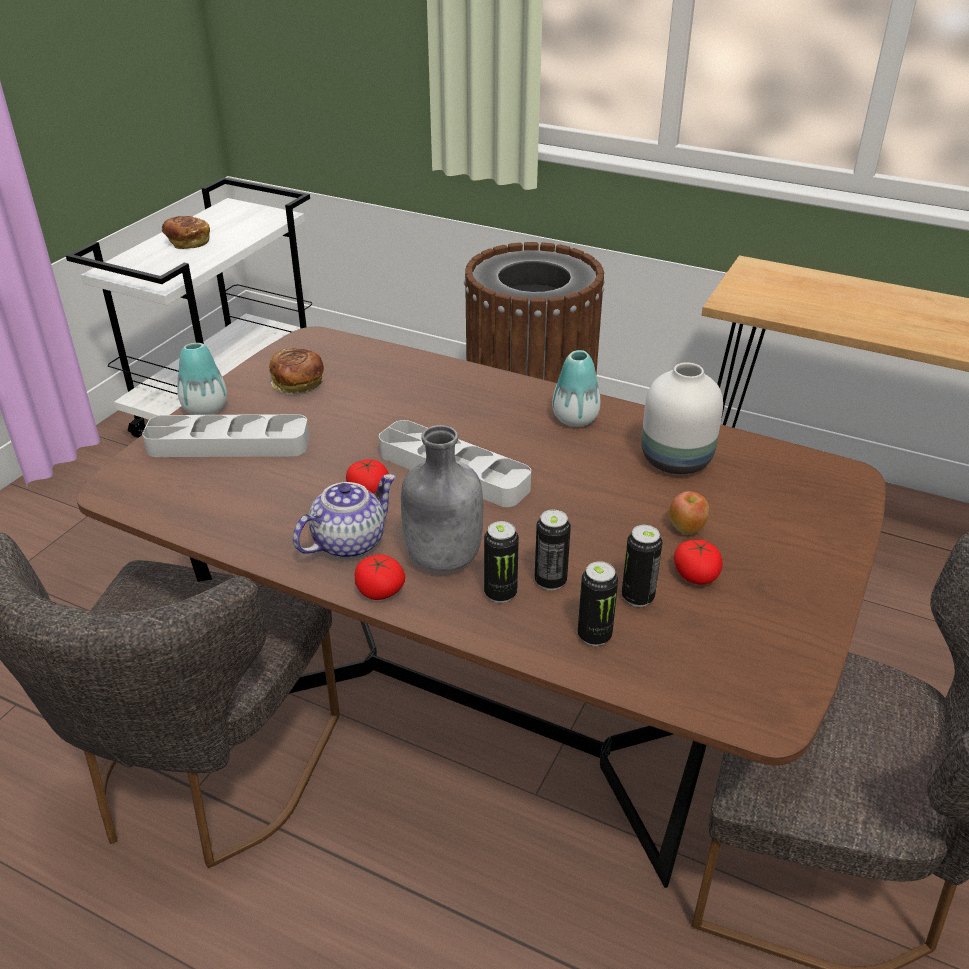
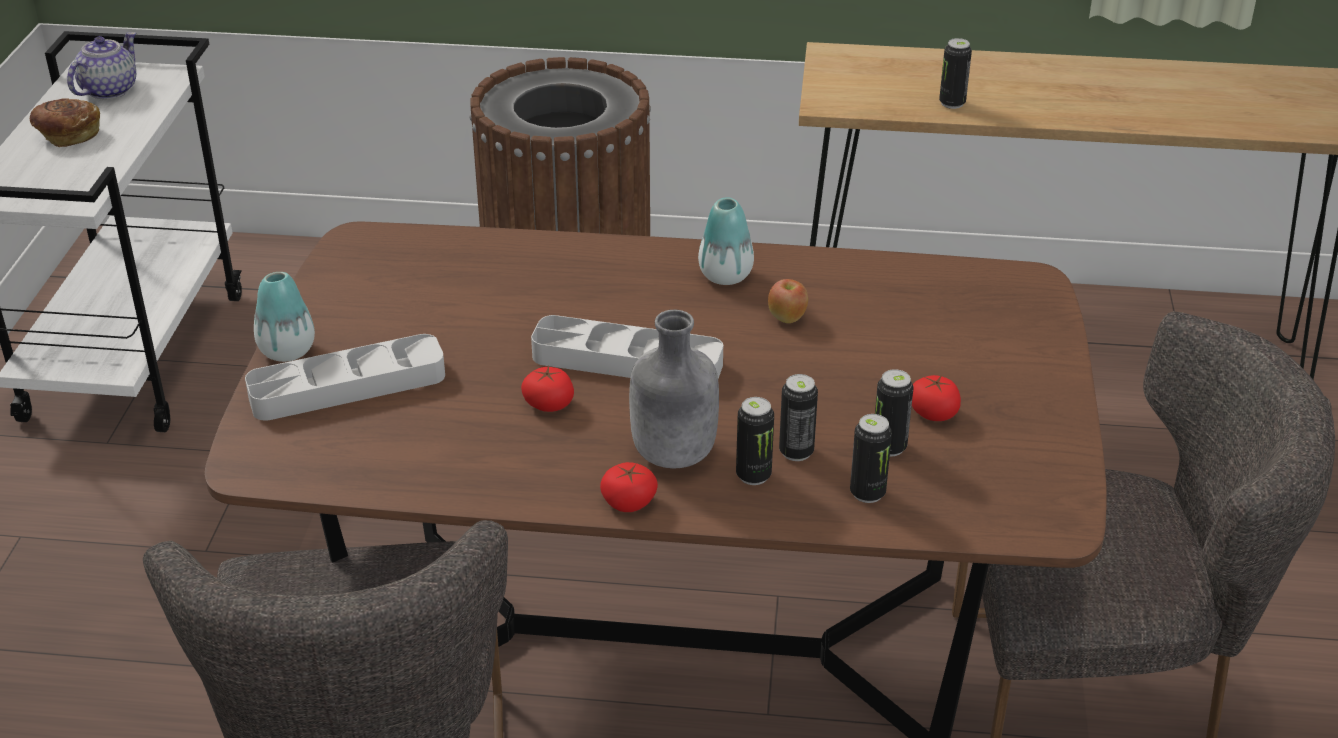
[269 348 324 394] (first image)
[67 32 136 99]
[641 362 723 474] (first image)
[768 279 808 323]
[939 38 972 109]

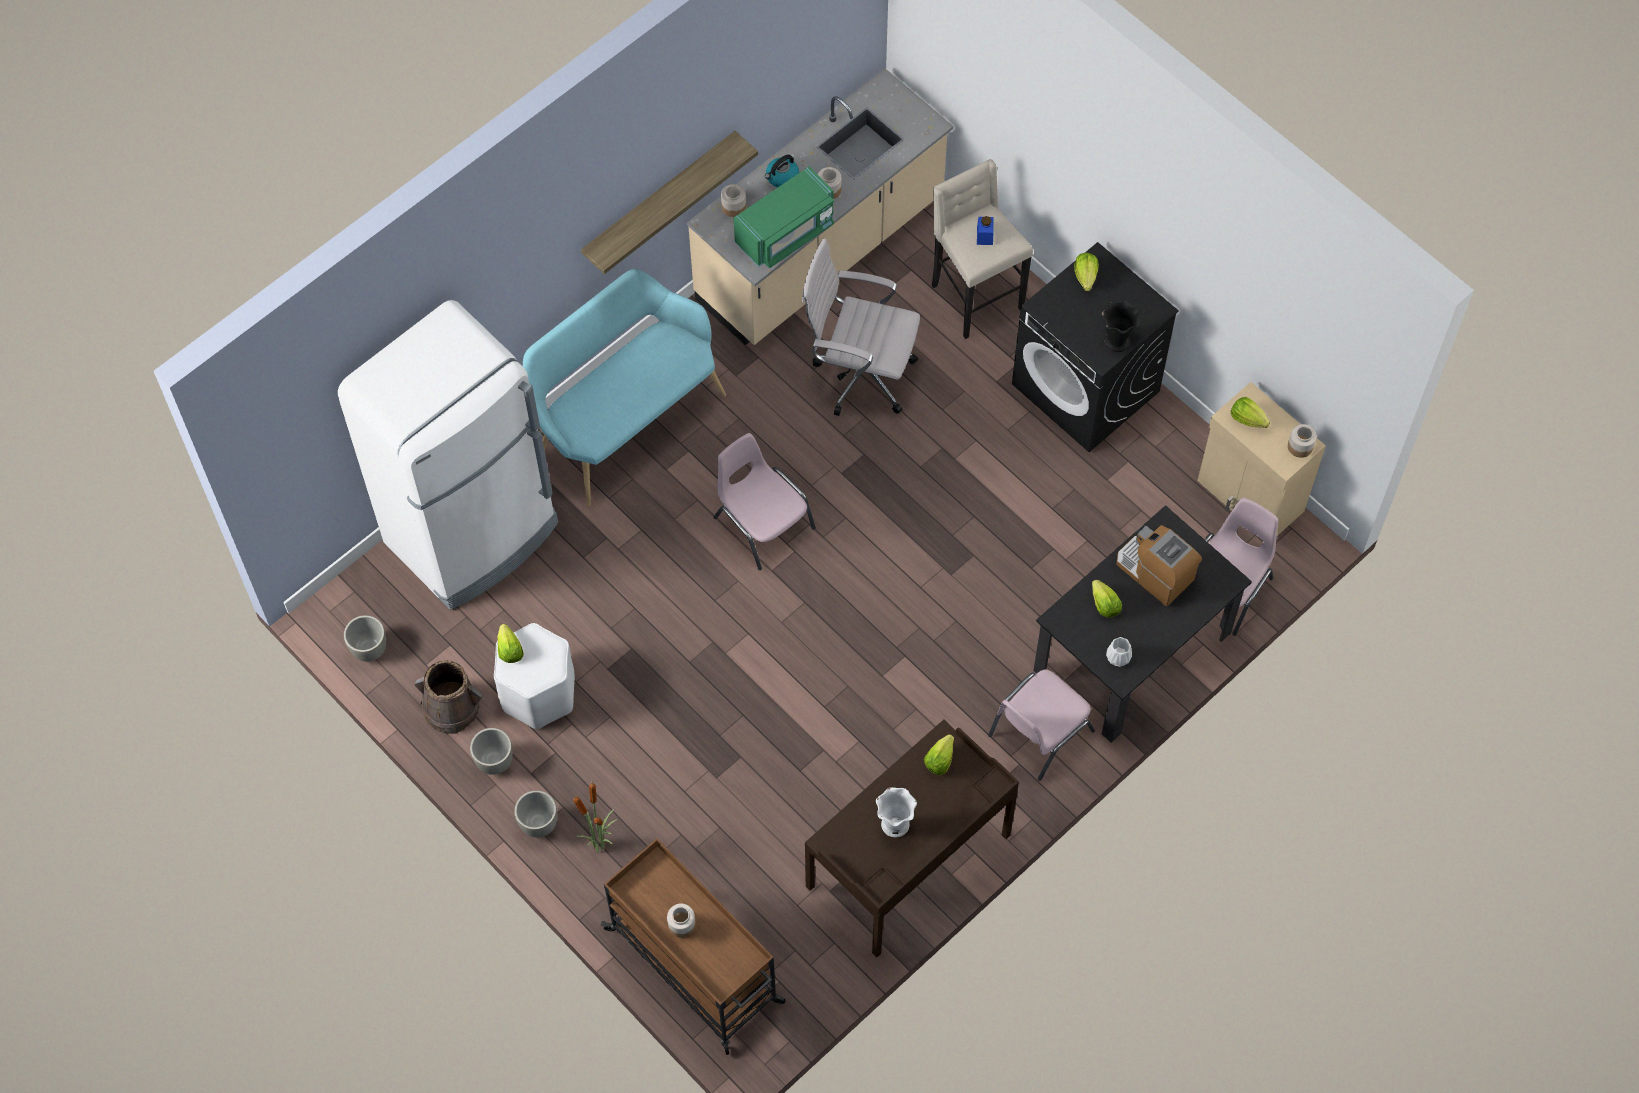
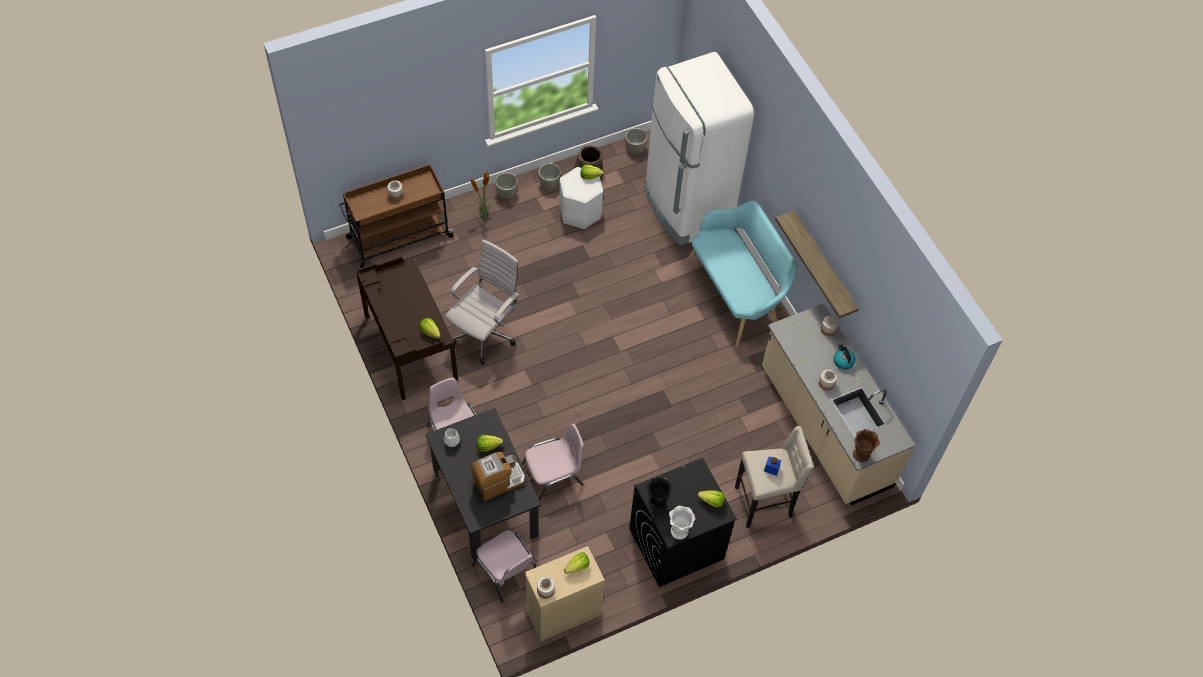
[522 423 584 501]
[734 166 834 268] (first image)
[445 239 520 365]
[669 506 696 540]
[853 429 880 462]

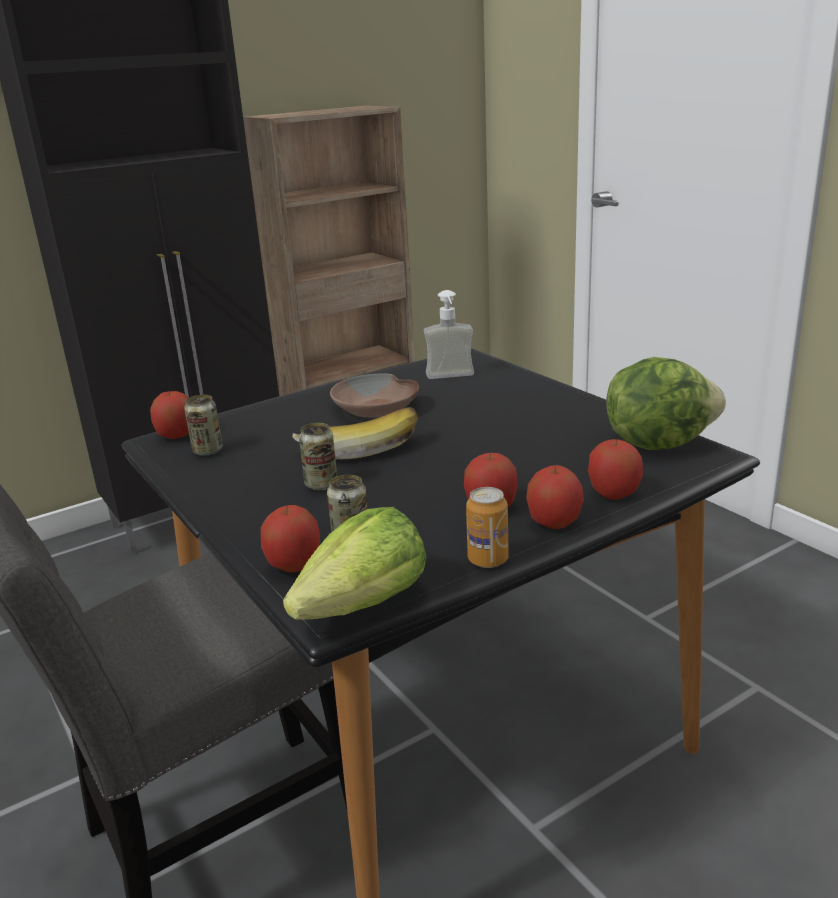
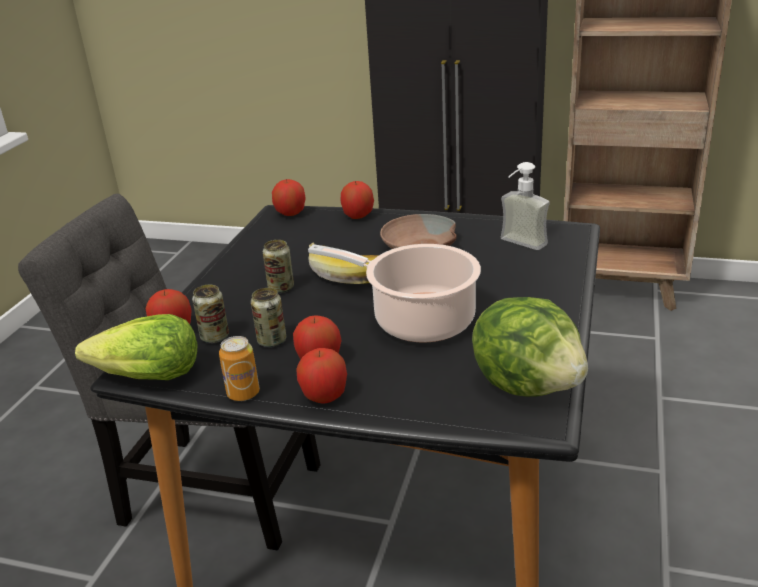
[251 288 286 347]
[341 181 374 219]
[308 244 481 343]

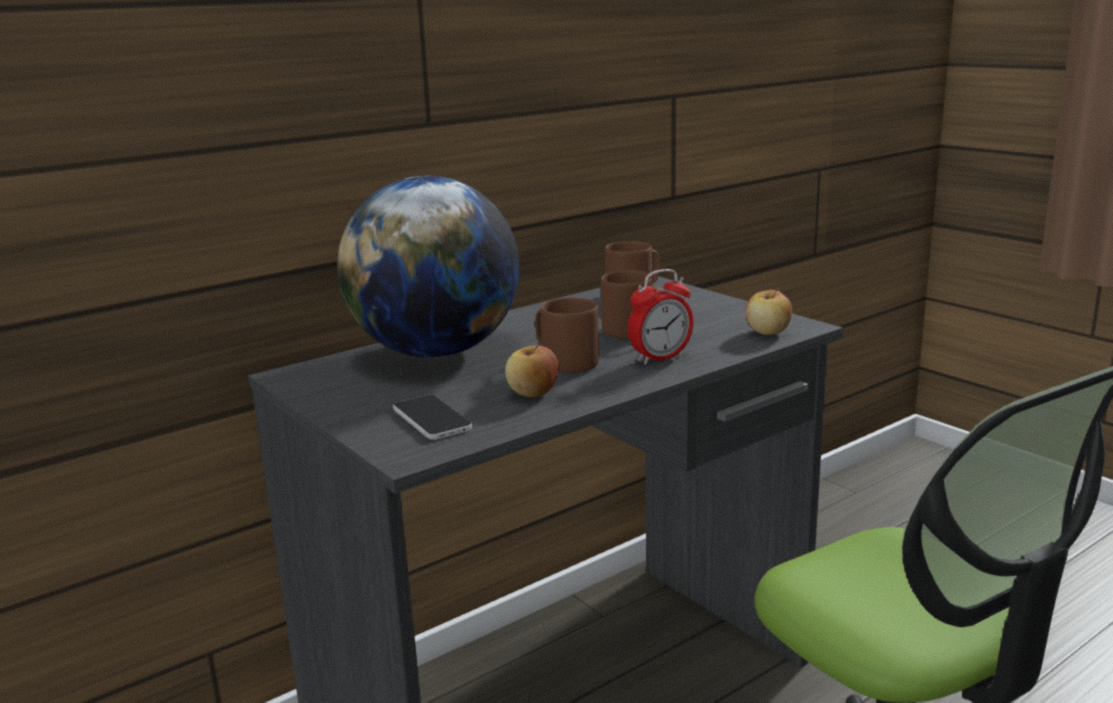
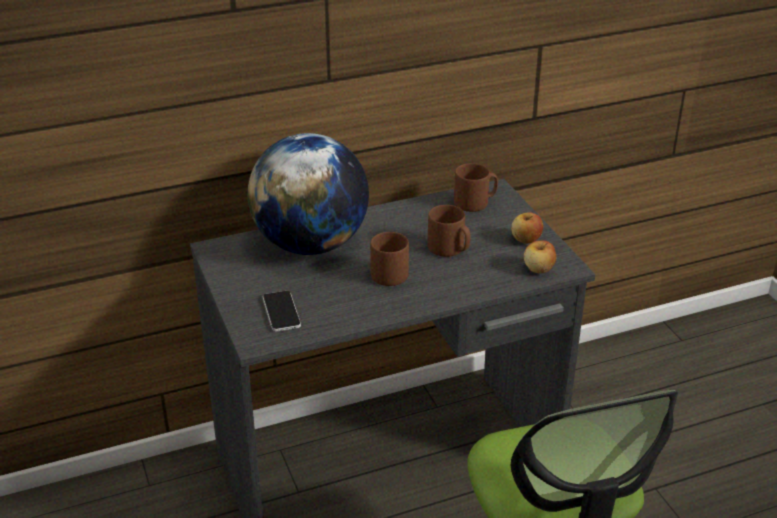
[511 212 543 244]
[628 269 694 365] (first image)

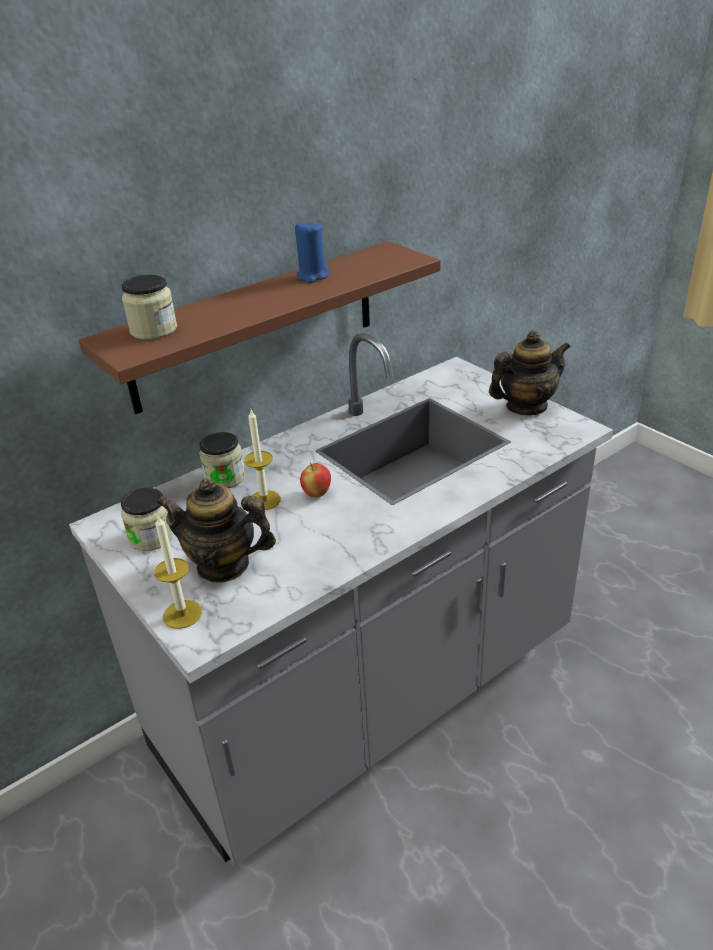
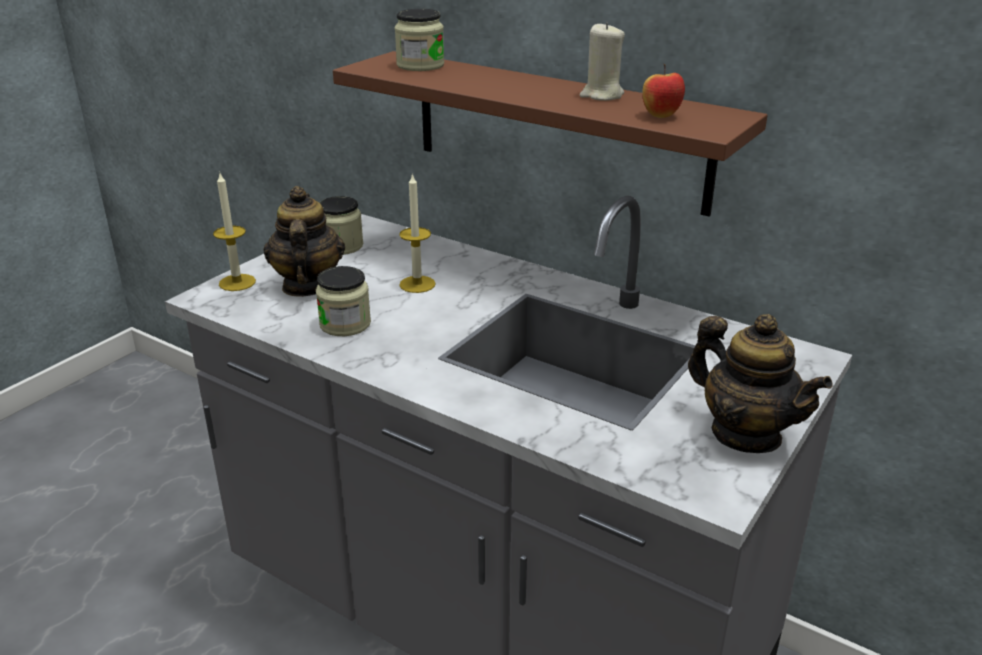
[316 266 371 336]
[580 22 625 101]
[642 64 685 118]

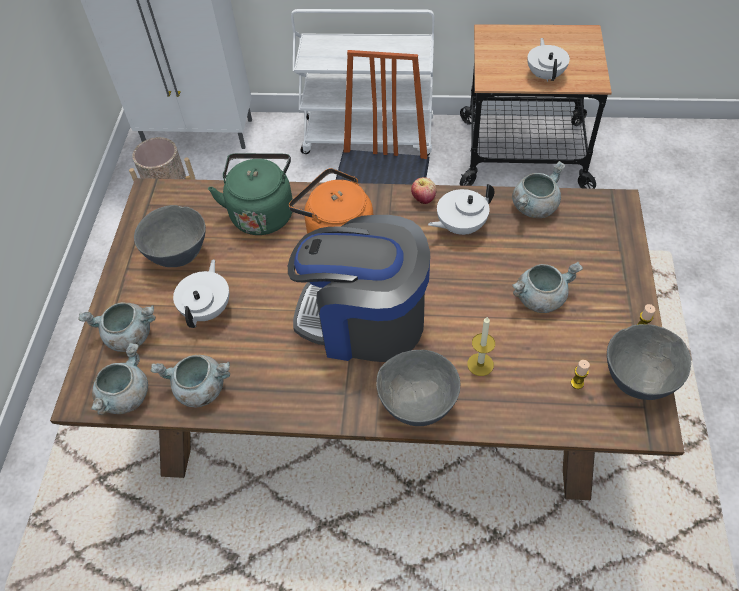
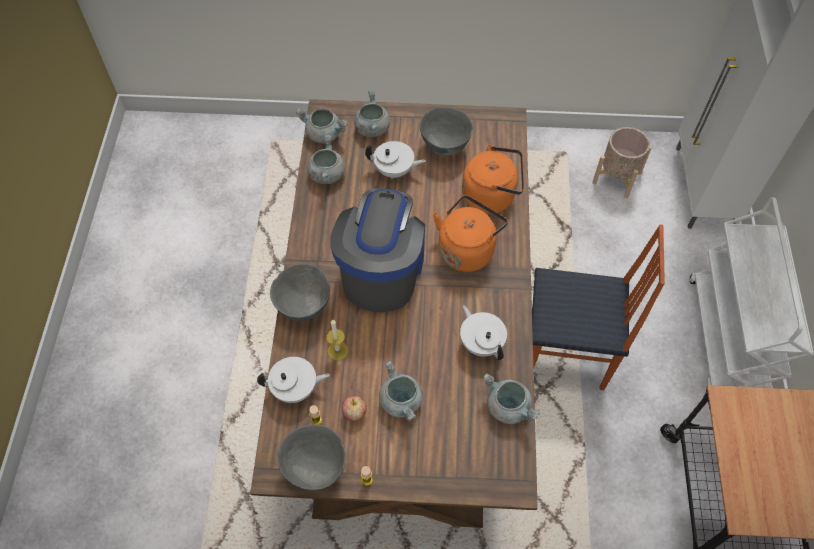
[462 144 524 214]
[342 395 367 421]
[257 357 330 403]

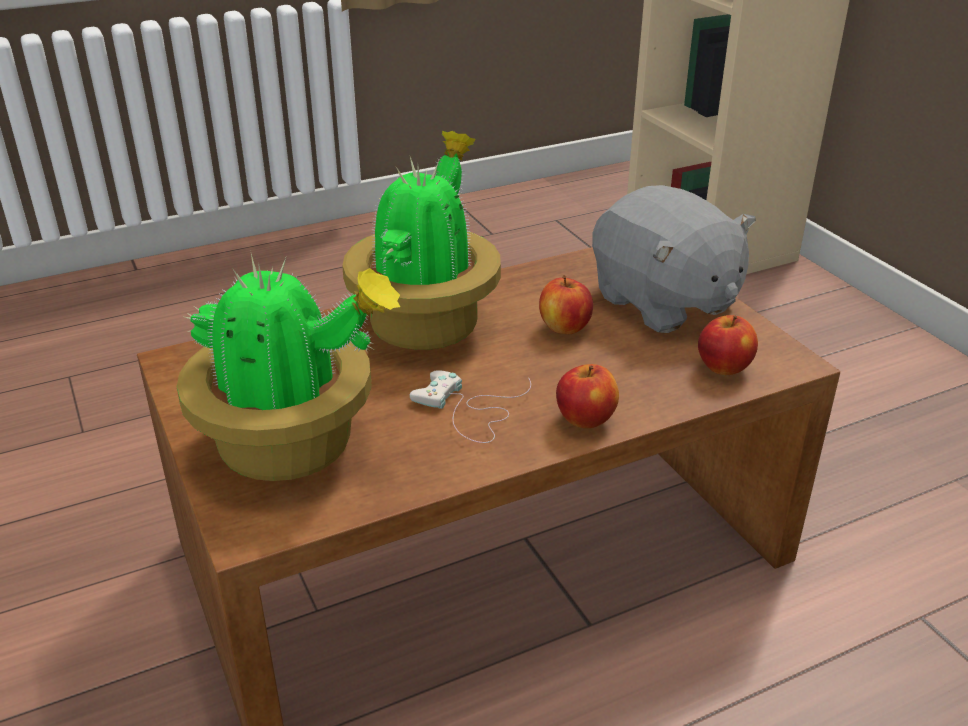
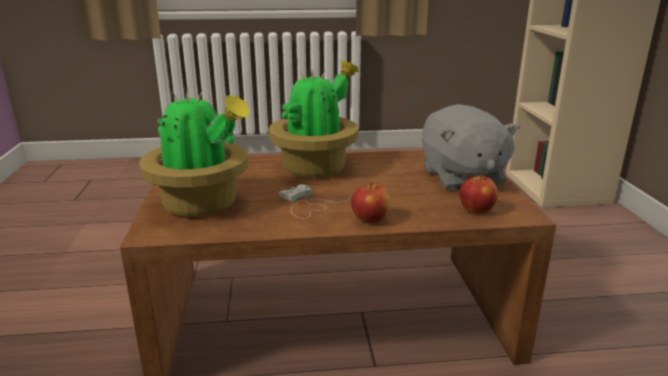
[539 275 593 334] (first image)

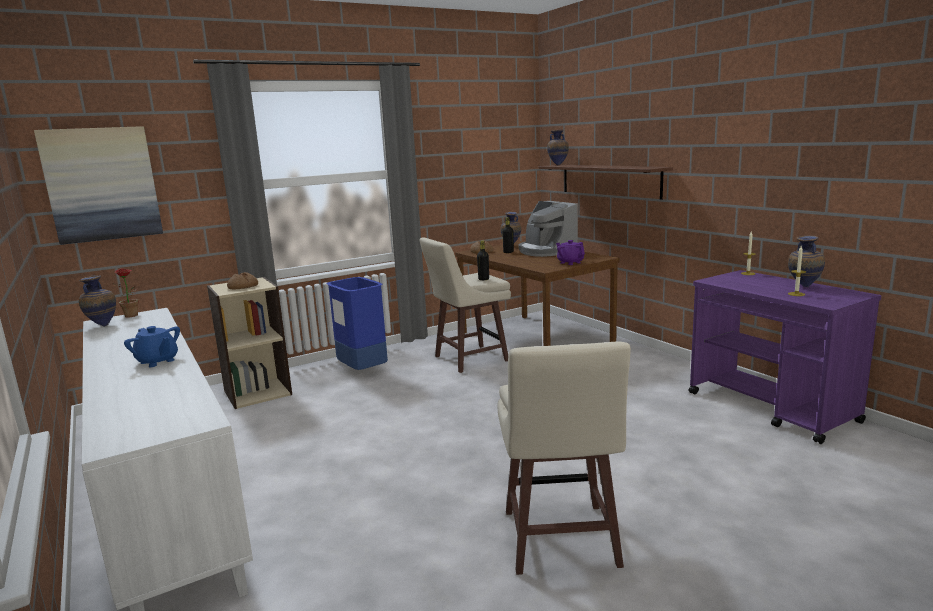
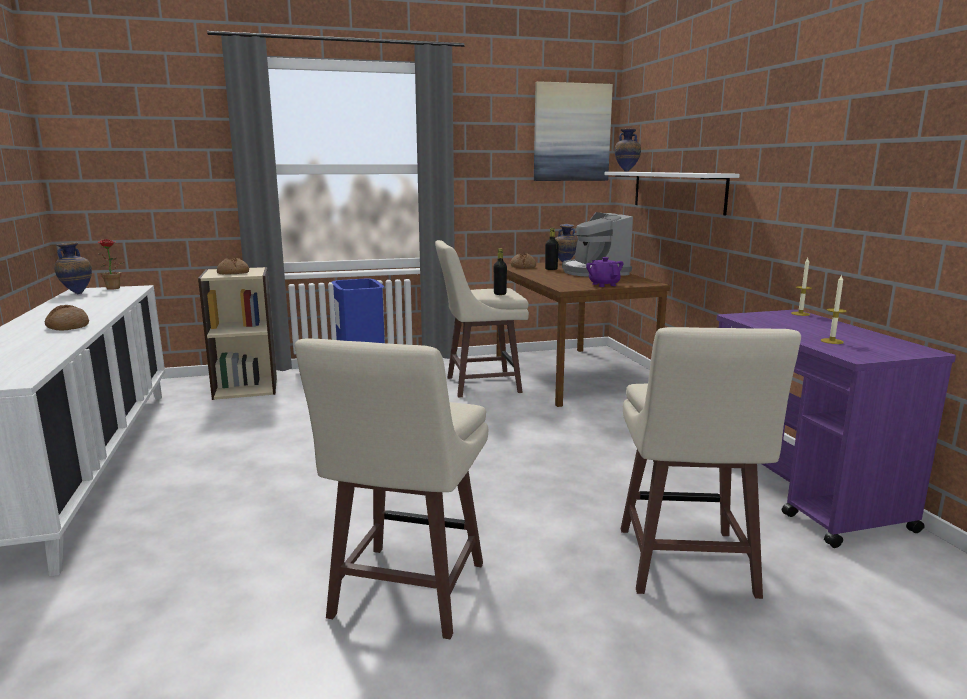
[534 81 613 181]
[45 305 89 330]
[605 172 740 215]
[788 236 825 287] (first image)
[621 327 801 599]

